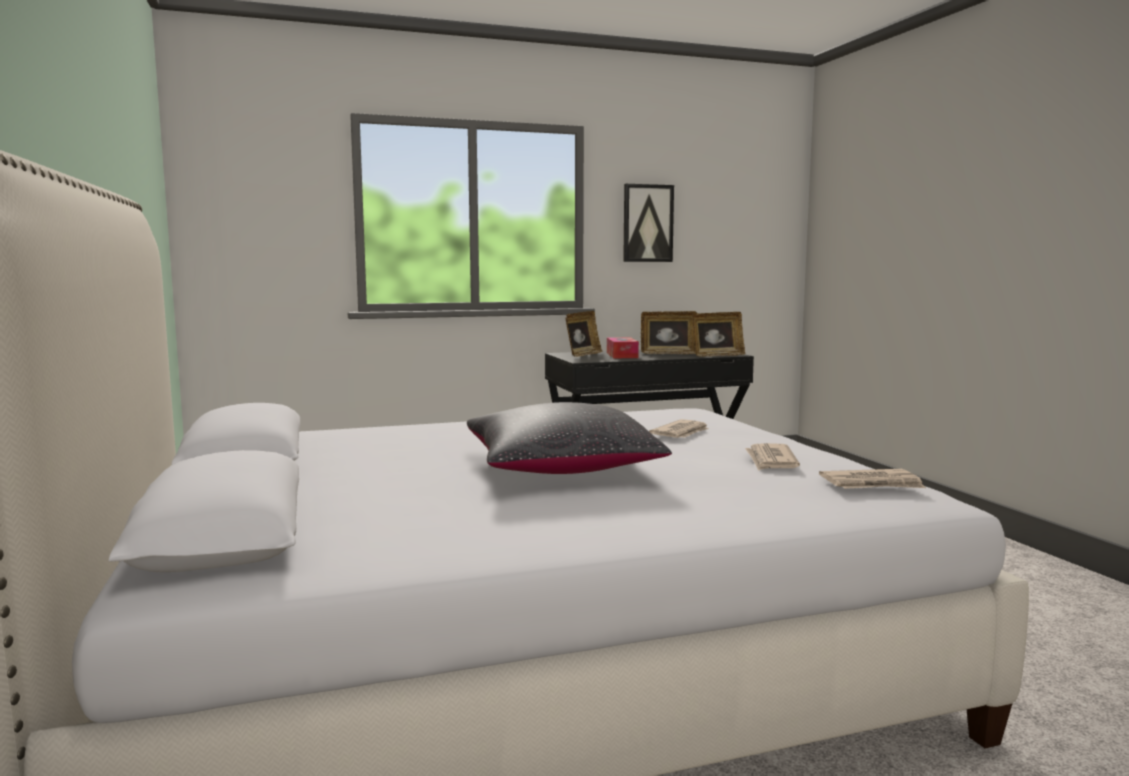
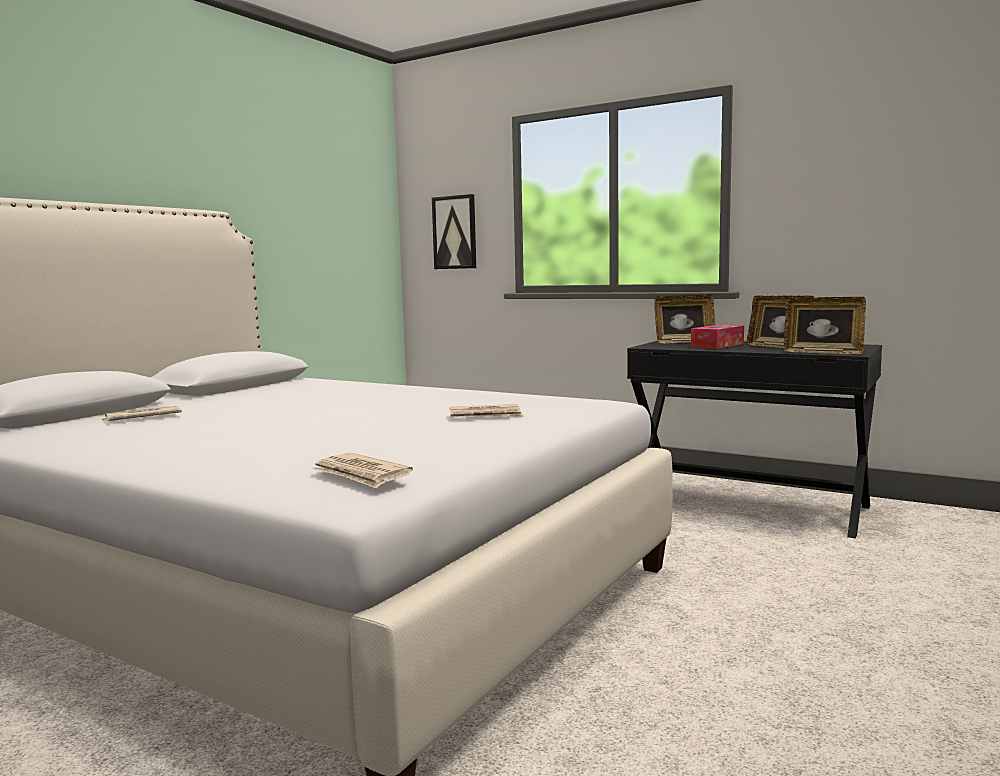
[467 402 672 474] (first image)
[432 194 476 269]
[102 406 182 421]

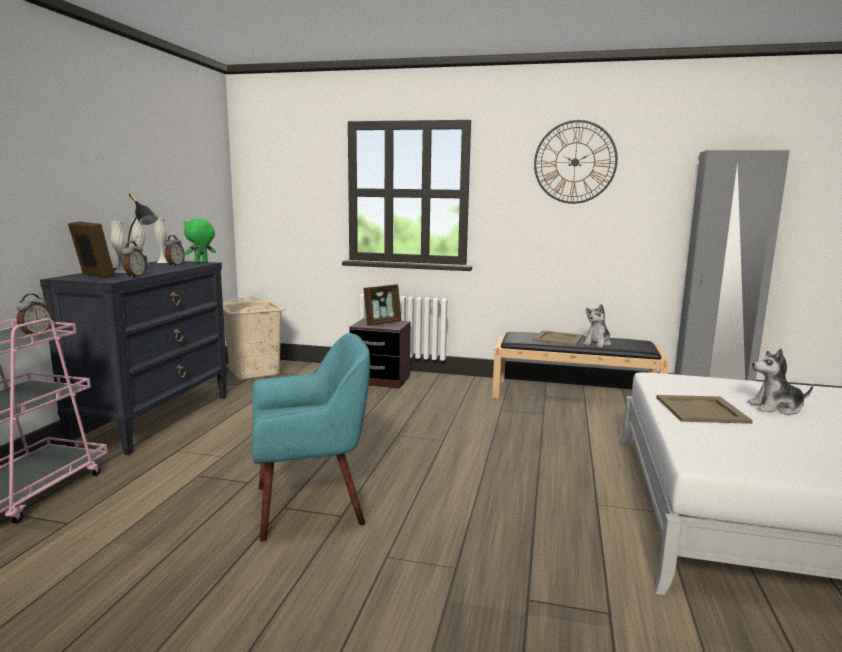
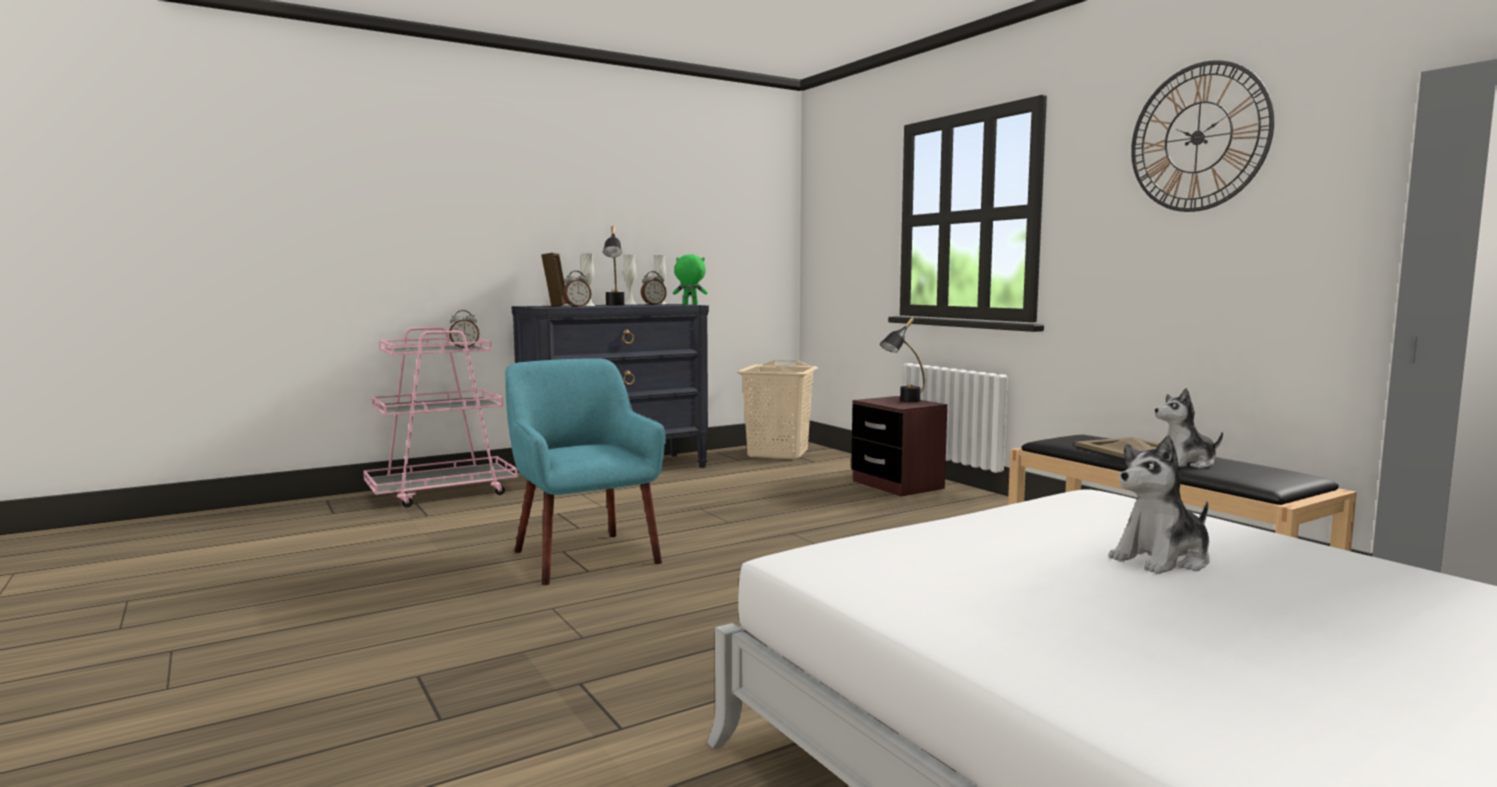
[505 358 666 585]
[880 317 925 402]
[656 395 753 424] (first image)
[1108 435 1210 574]

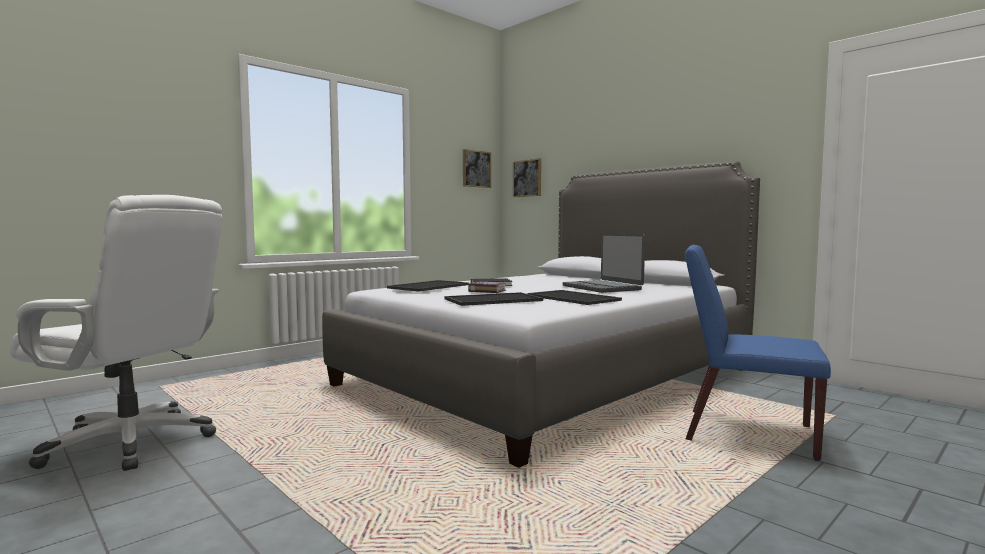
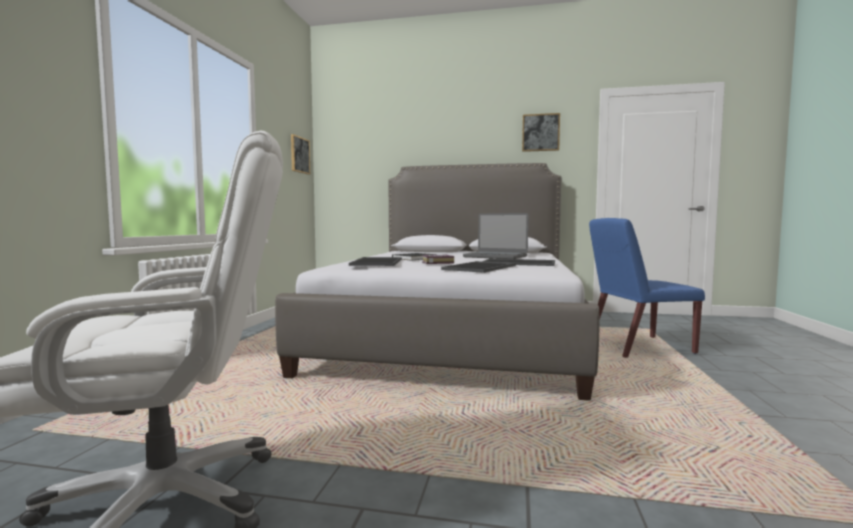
[522 113 560 152]

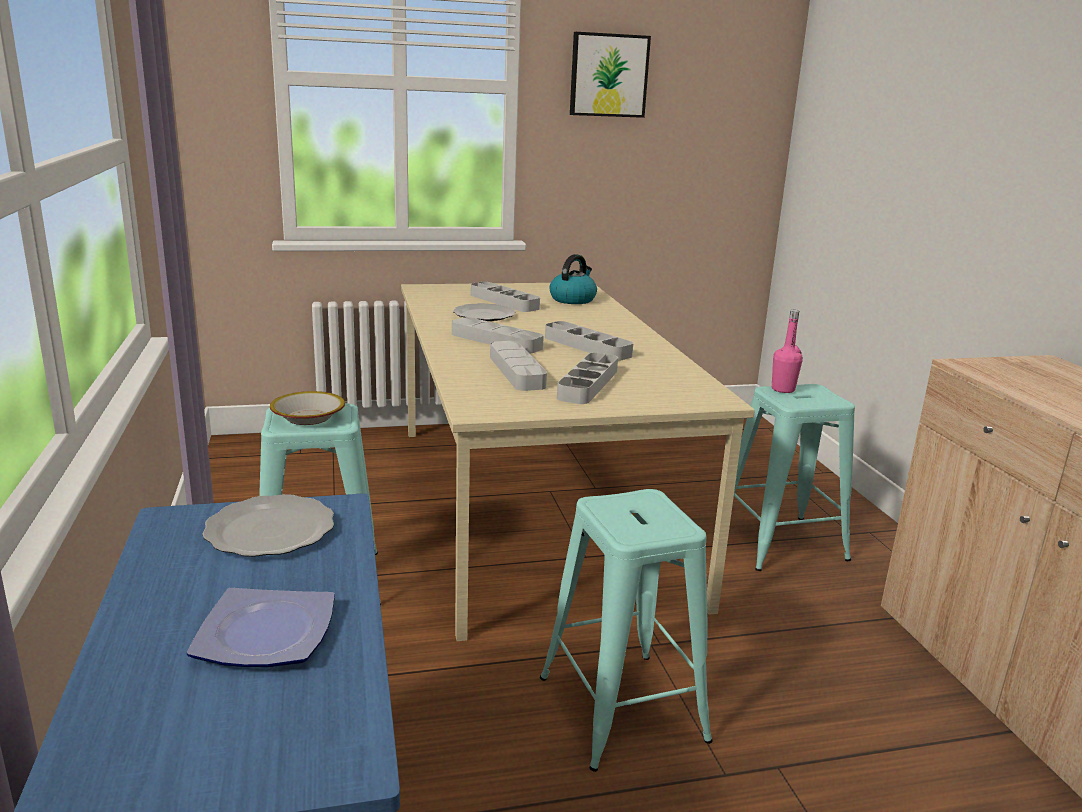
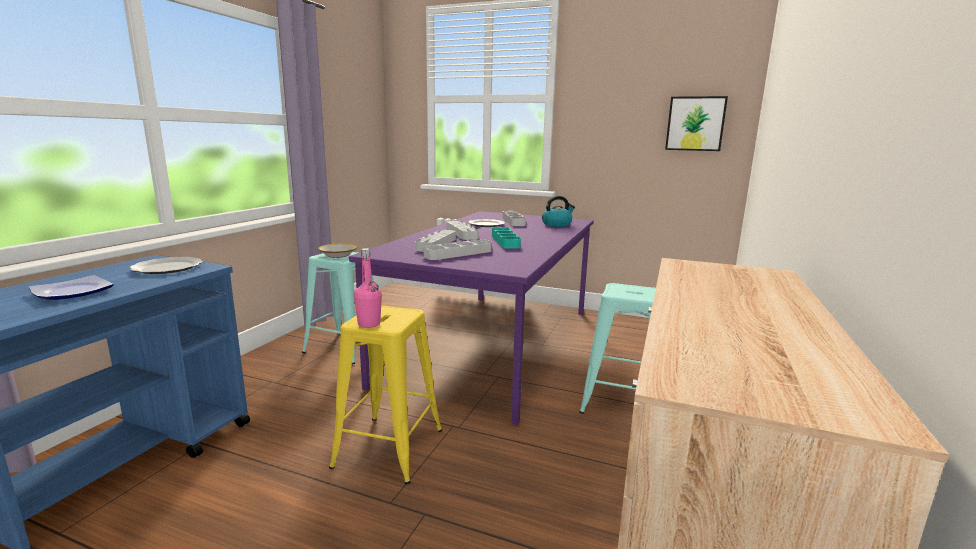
[349 211 594 425]
[329 305 442 484]
[492 227 521 249]
[665 96 728 151]
[354 248 382 328]

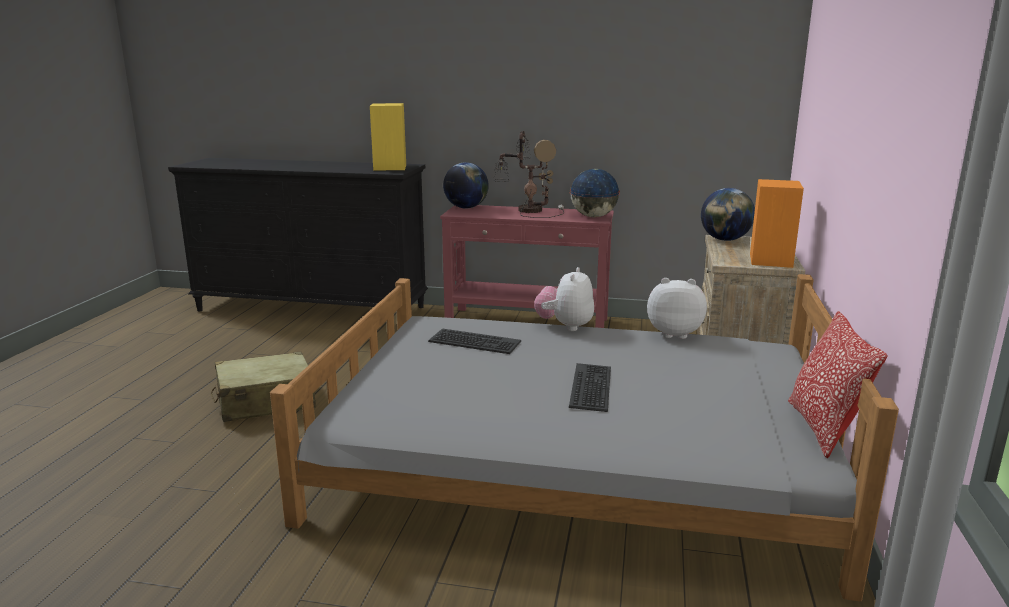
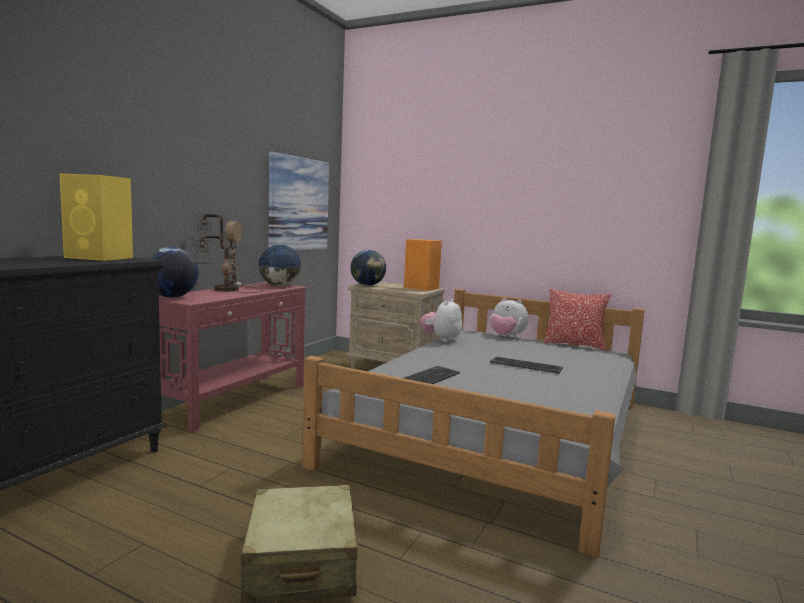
[490 298 528 338]
[268 152 329 250]

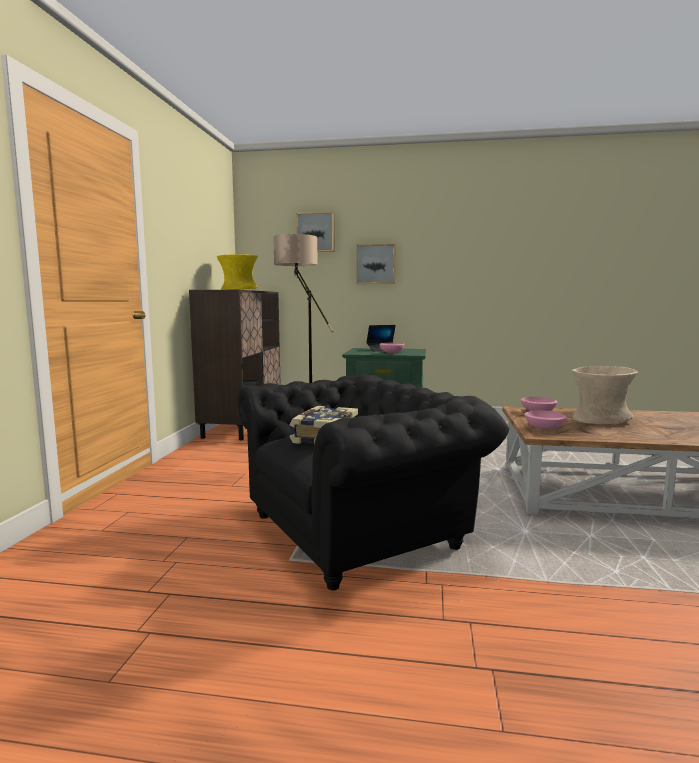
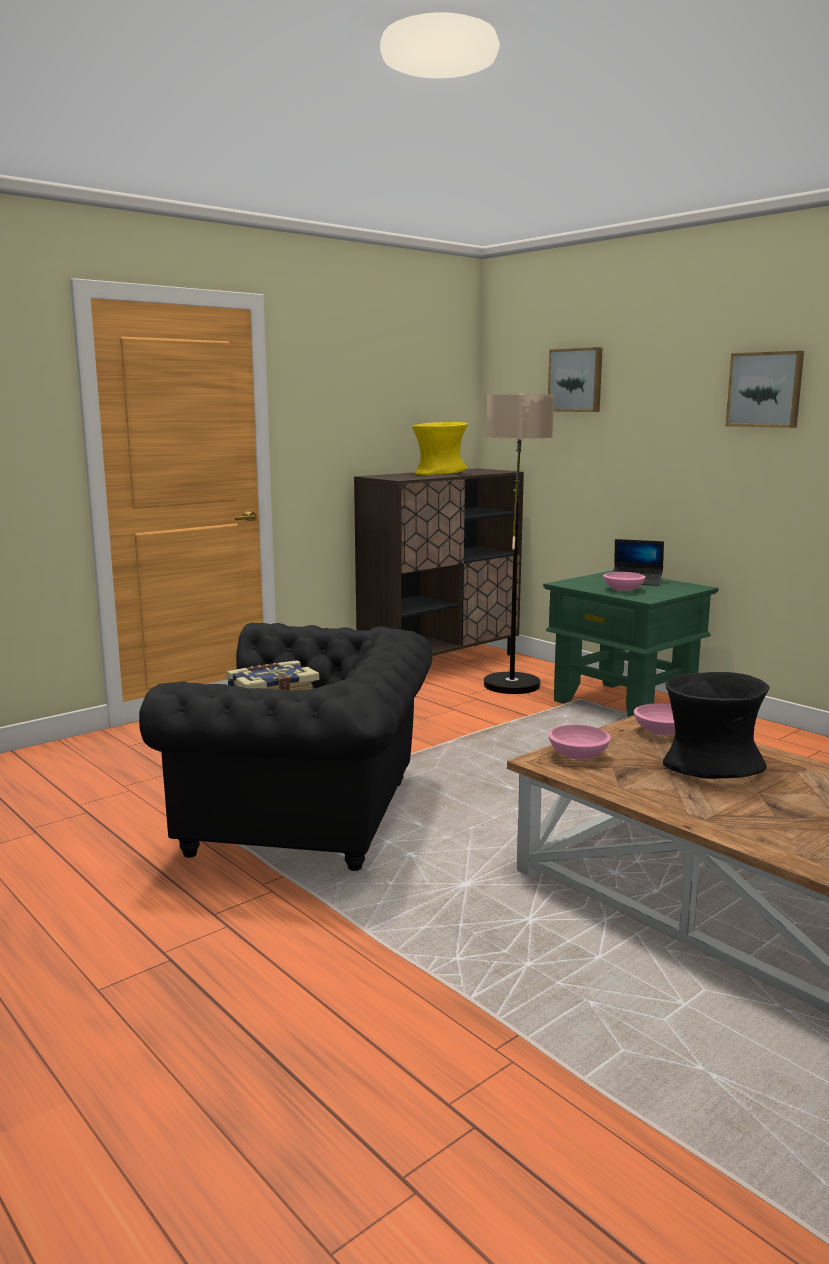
[725 351 804 428]
[663 672 770 779]

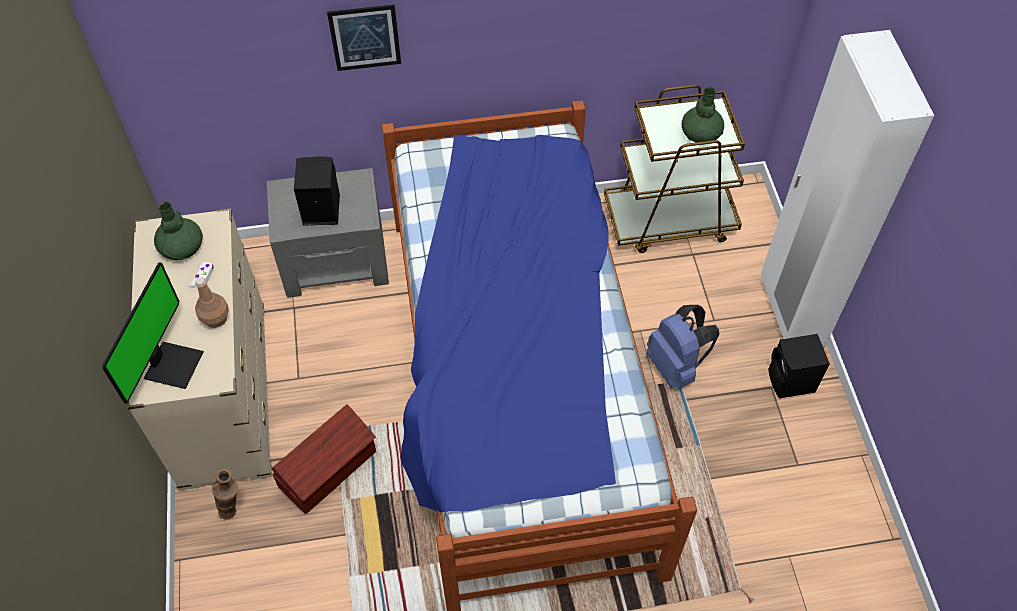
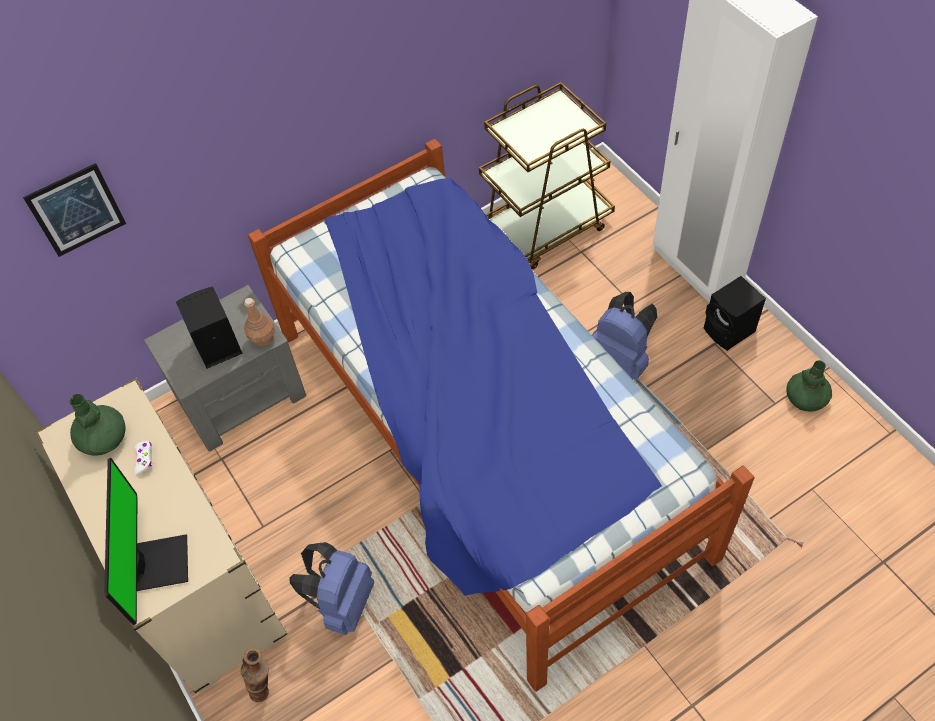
[244 298 275 346]
[290 542 374 635]
[23 163 126 257]
[786 360 832 411]

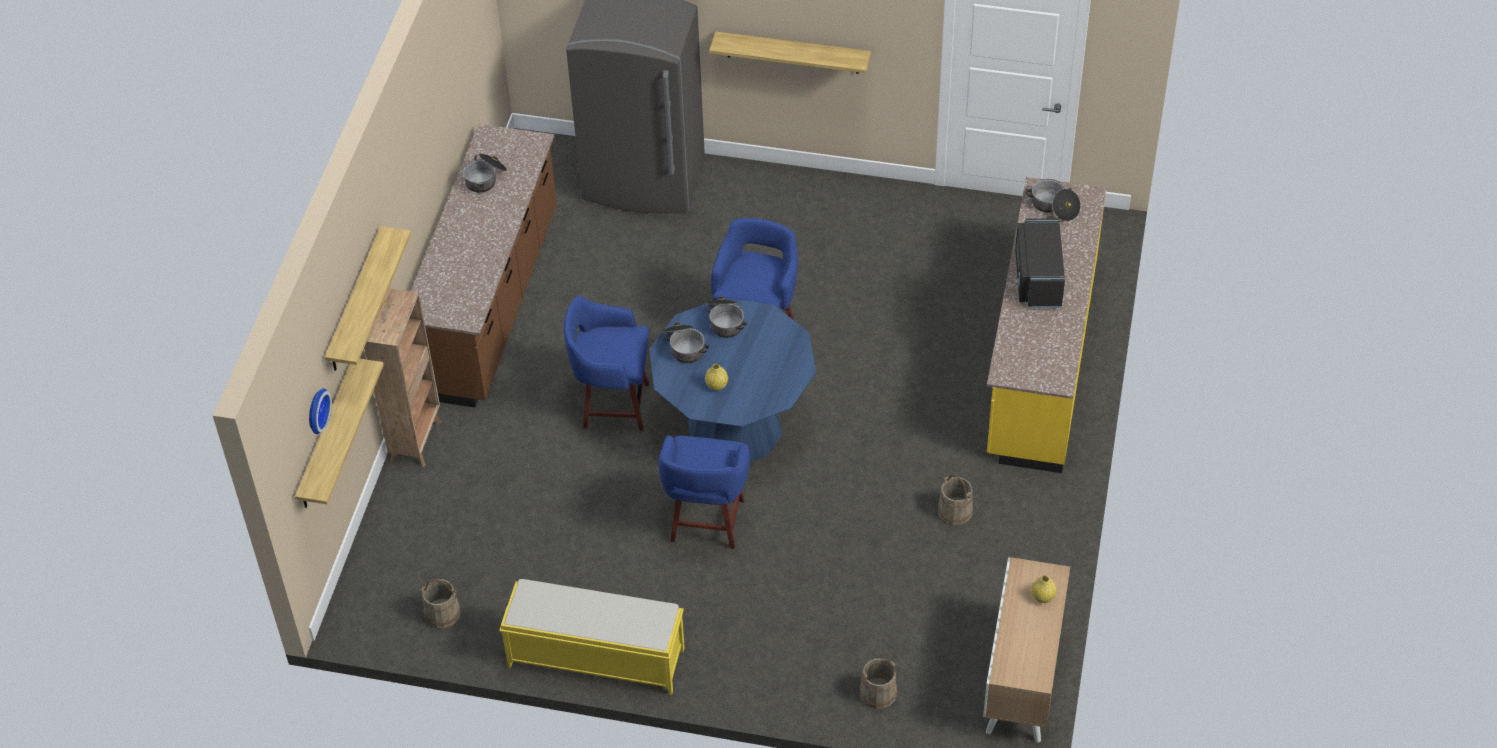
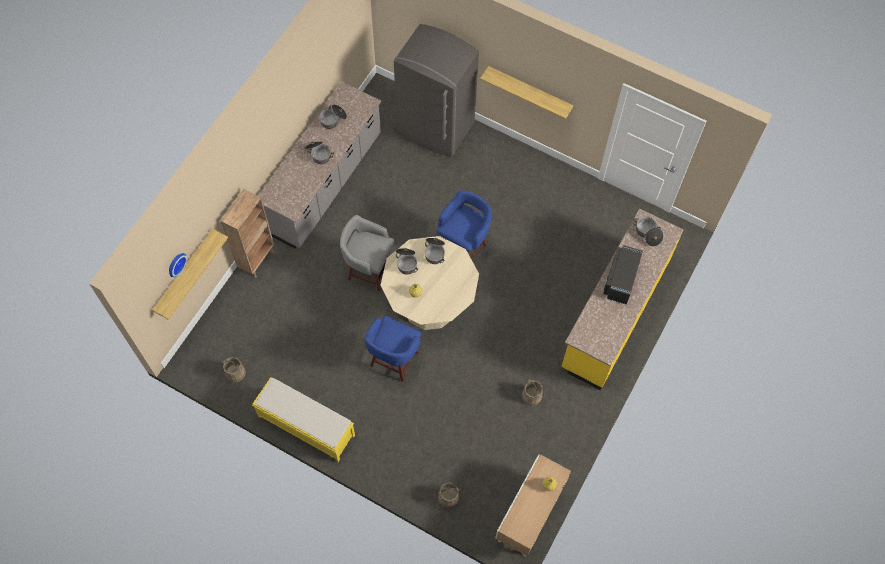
[325 226 411 371] (first image)
[259 82 381 249]
[340 215 394 291]
[380 236 479 330]
[305 141 334 164]

